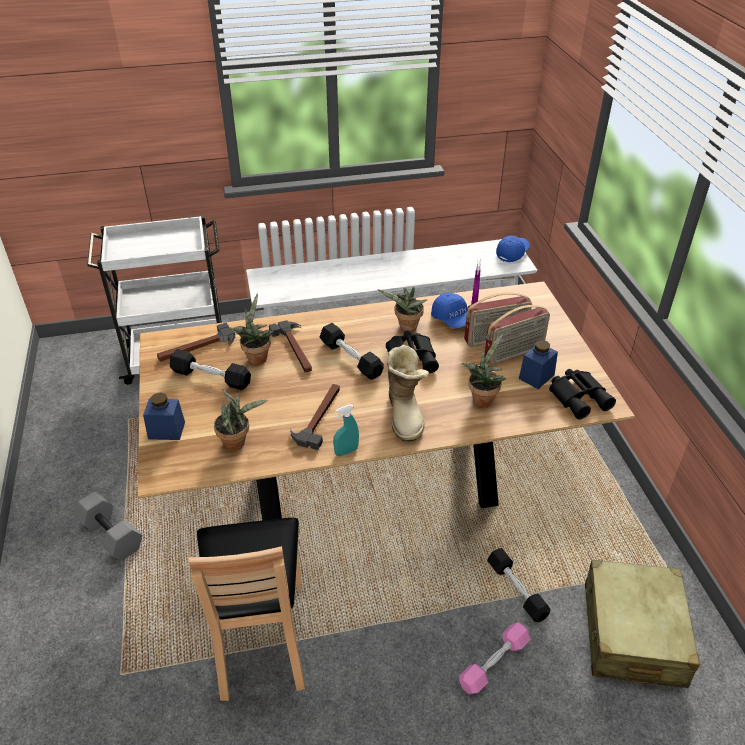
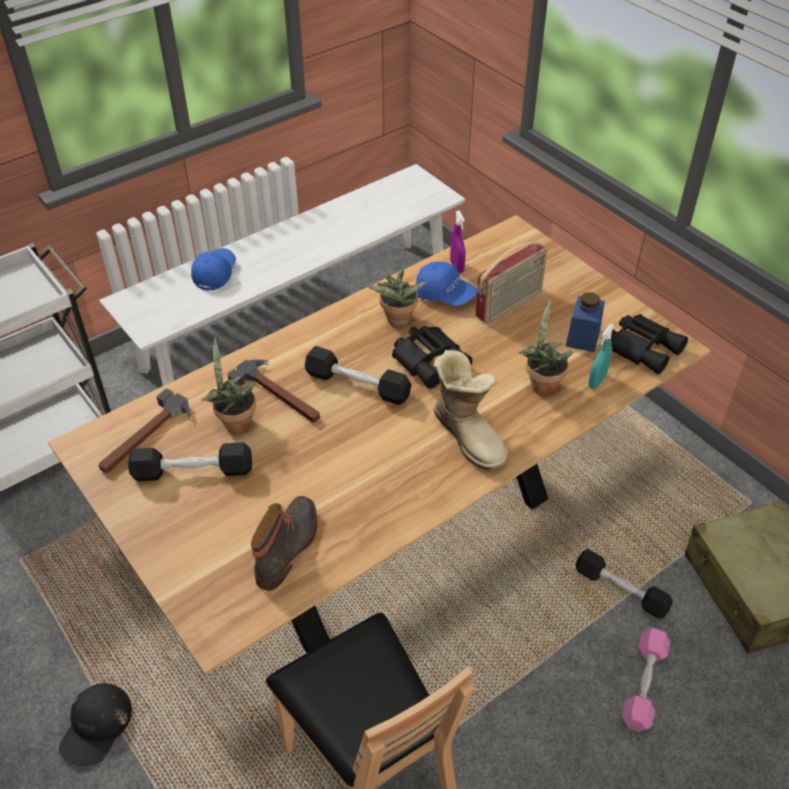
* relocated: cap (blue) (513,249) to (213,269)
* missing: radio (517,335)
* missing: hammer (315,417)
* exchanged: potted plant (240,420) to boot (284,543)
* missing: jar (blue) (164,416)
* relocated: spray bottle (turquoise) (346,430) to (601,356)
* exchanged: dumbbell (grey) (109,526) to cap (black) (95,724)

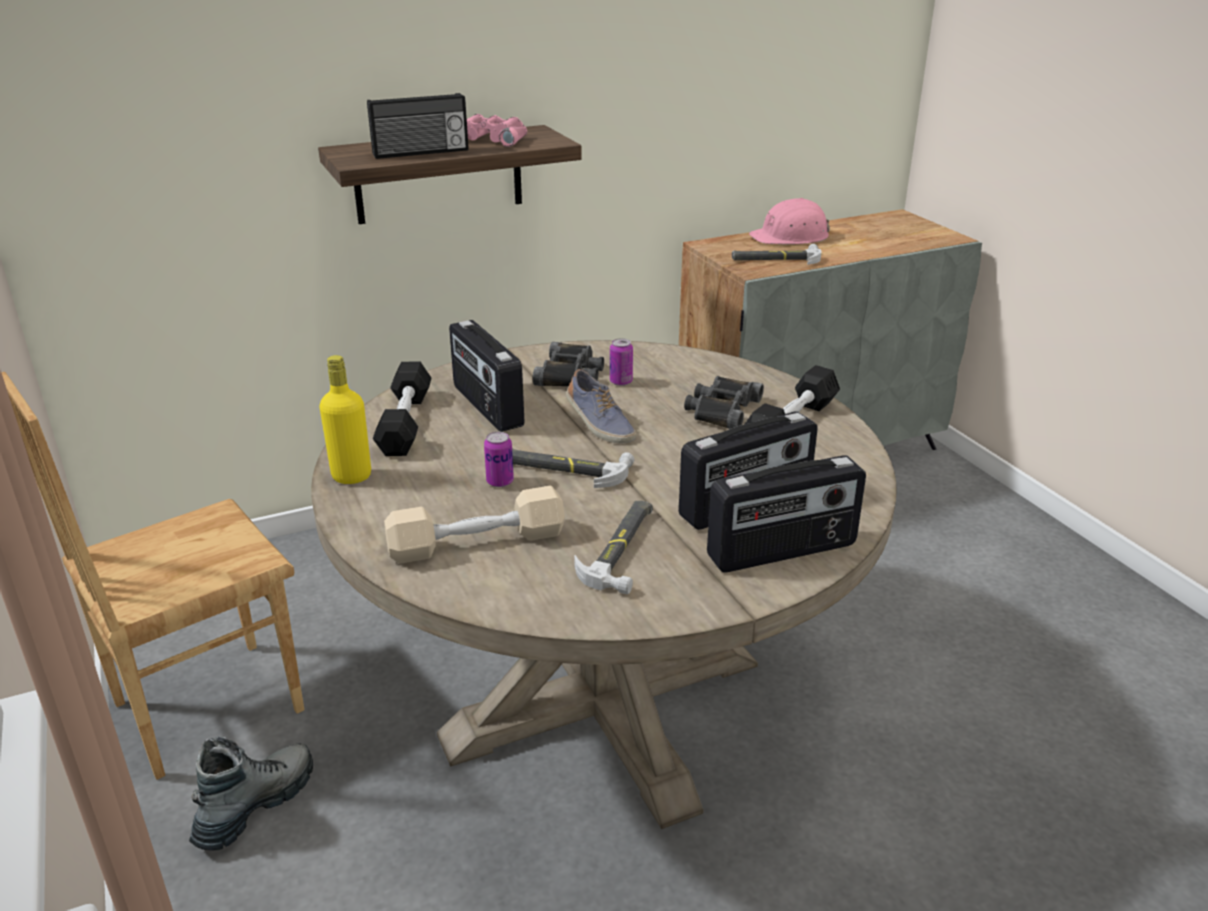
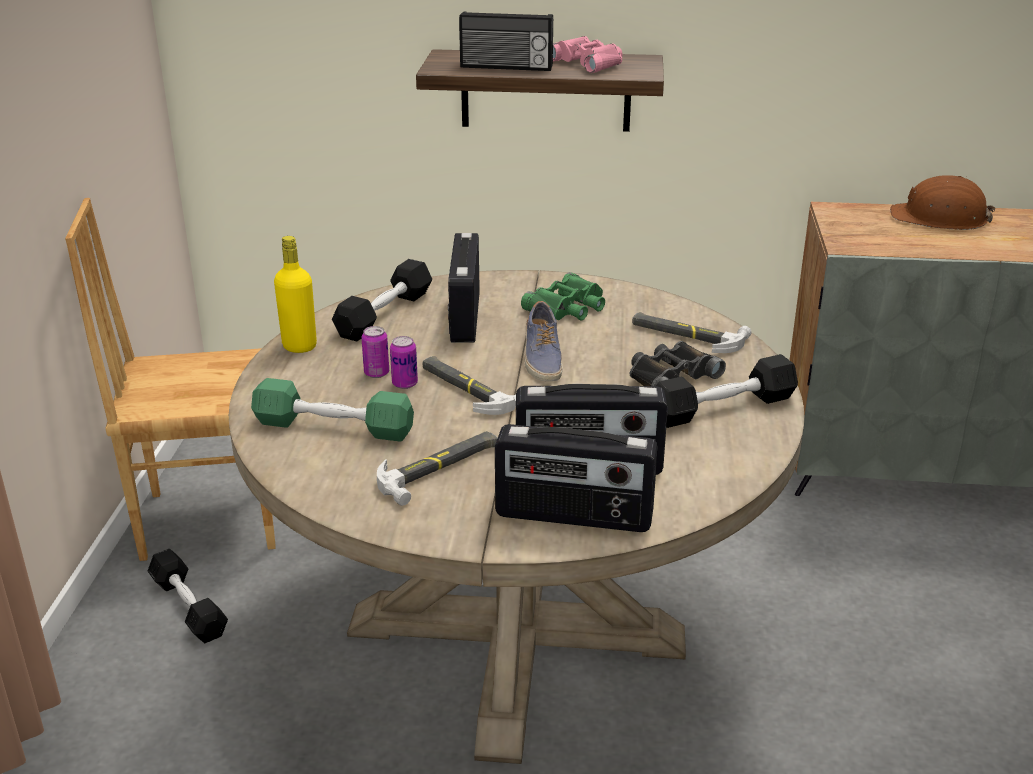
* colour: hard hat (pink) (789,221) to hard hat (brown) (943,202)
* relocated: hammer (776,254) to (691,332)
* relocated: can (621,362) to (375,352)
* colour: binoculars (black) (568,364) to binoculars (green) (563,296)
* colour: dumbbell (beige) (474,524) to dumbbell (green) (332,410)
* exchanged: boot (251,793) to dumbbell (black) (188,596)

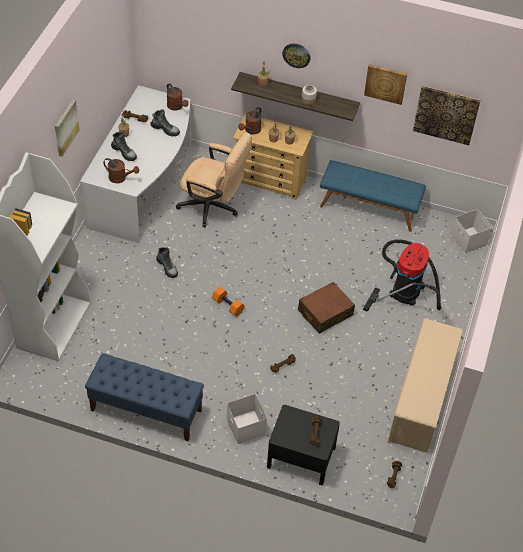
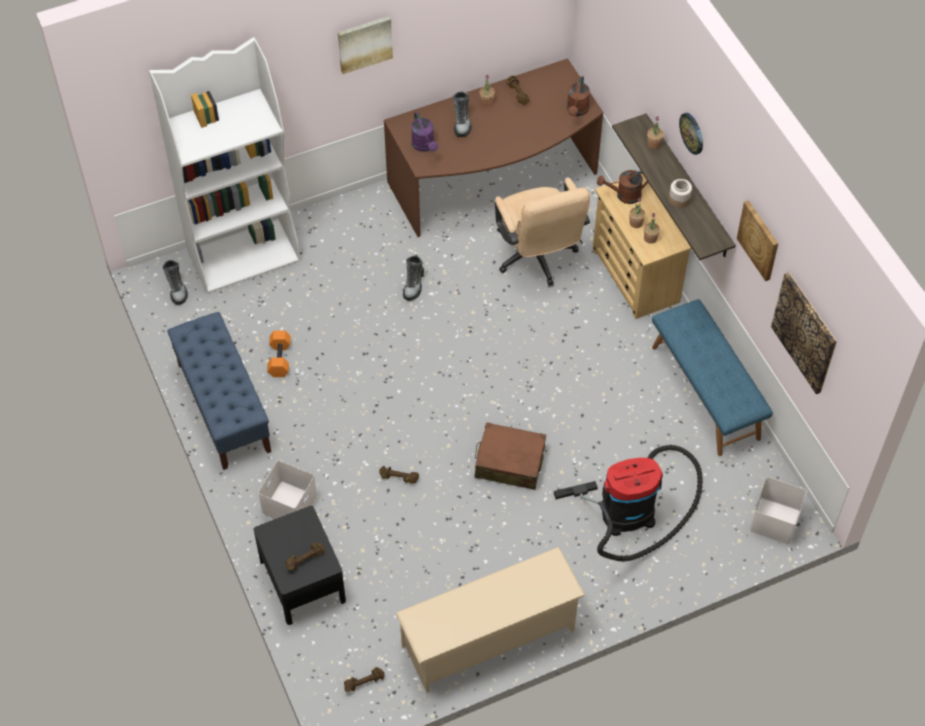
* colour: desk (white) (135,164) to desk (brown) (493,147)
* relocated: boot (165,122) to (175,282)
* colour: watering can (brown) (121,170) to watering can (purple) (424,132)
* relocated: dumbbell (orange) (228,302) to (279,353)

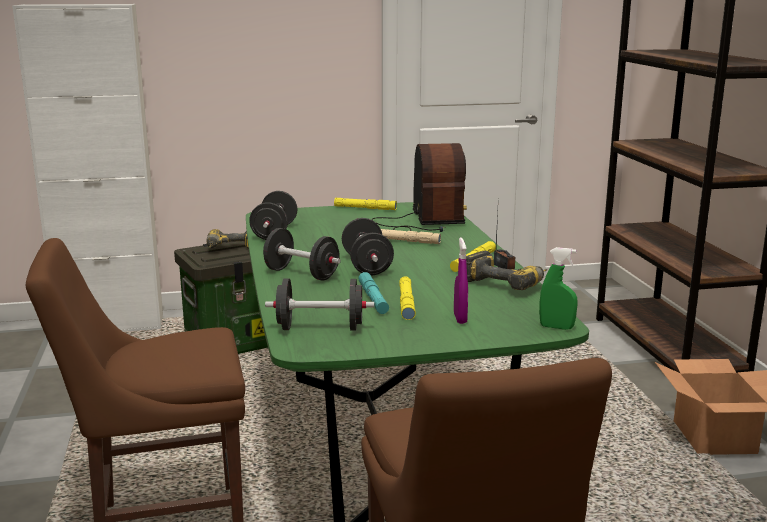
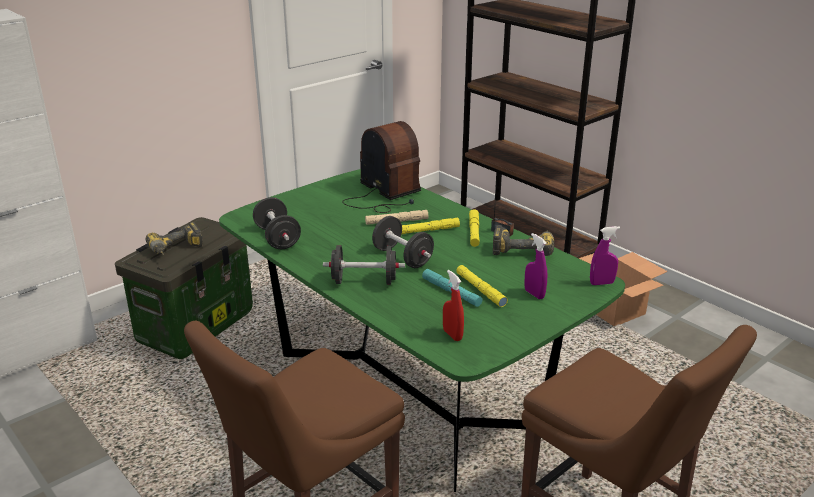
* relocated: flashlight (yellow) (365,204) to (431,225)
* colour: spray bottle (green) (558,288) to spray bottle (purple) (605,255)
* exchanged: dumbbell (black) (319,304) to spray bottle (red) (453,305)

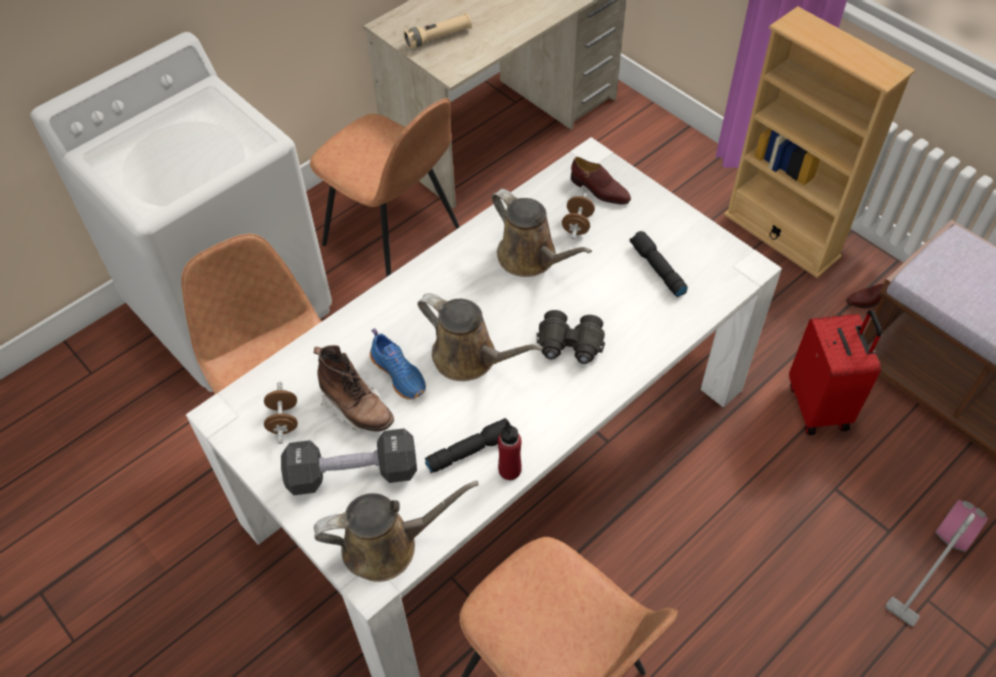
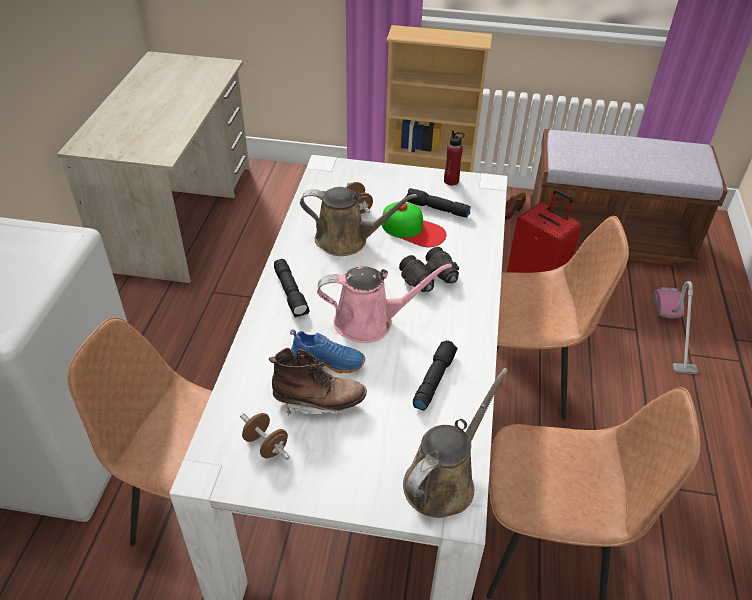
* missing: flashlight (beige) (438,31)
* relocated: chair (brown) (385,187) to (563,318)
* missing: shoe (brown) (601,180)
* colour: watering can (brown) (480,337) to watering can (pink) (384,303)
* relocated: bottle (red) (510,450) to (454,157)
* missing: dumbbell (black) (349,461)
* appeared: cap (414,224)
* appeared: flashlight (black) (292,288)

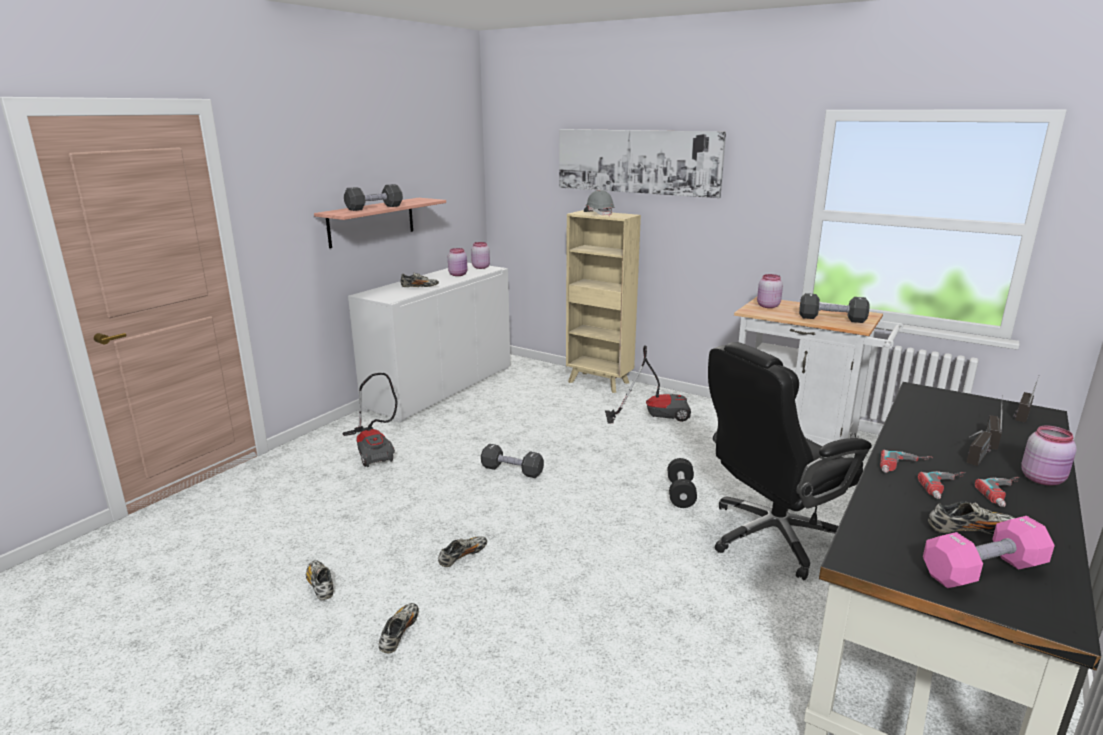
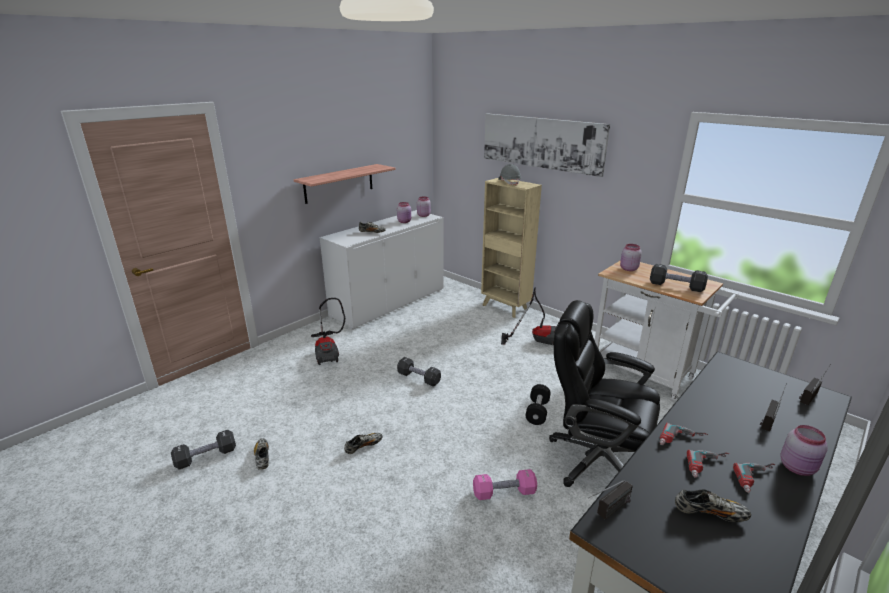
* relocated: dumbbell (black) (373,197) to (203,450)
* spun: office chair (black) (790,461) = (604,393) 45 degrees clockwise
* relocated: radio (979,448) to (610,500)
* relocated: dumbbell (pink) (989,552) to (505,484)
* missing: shoe (399,628)

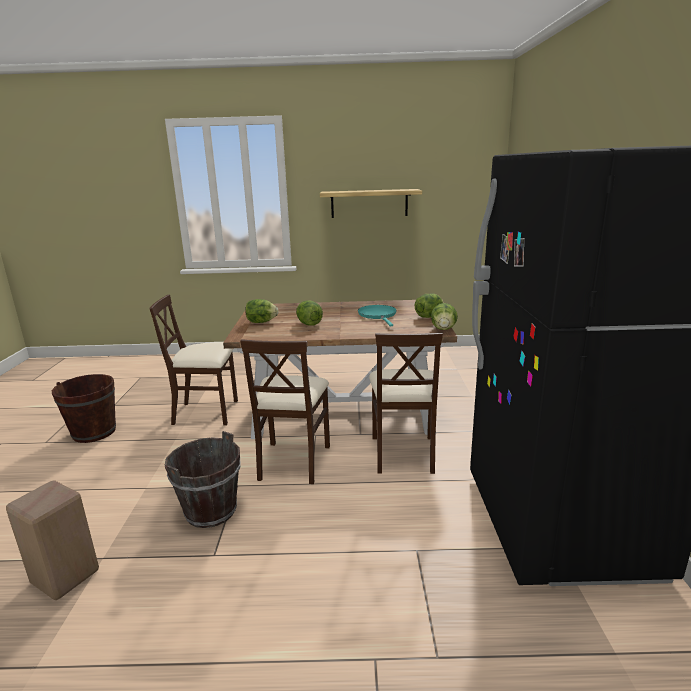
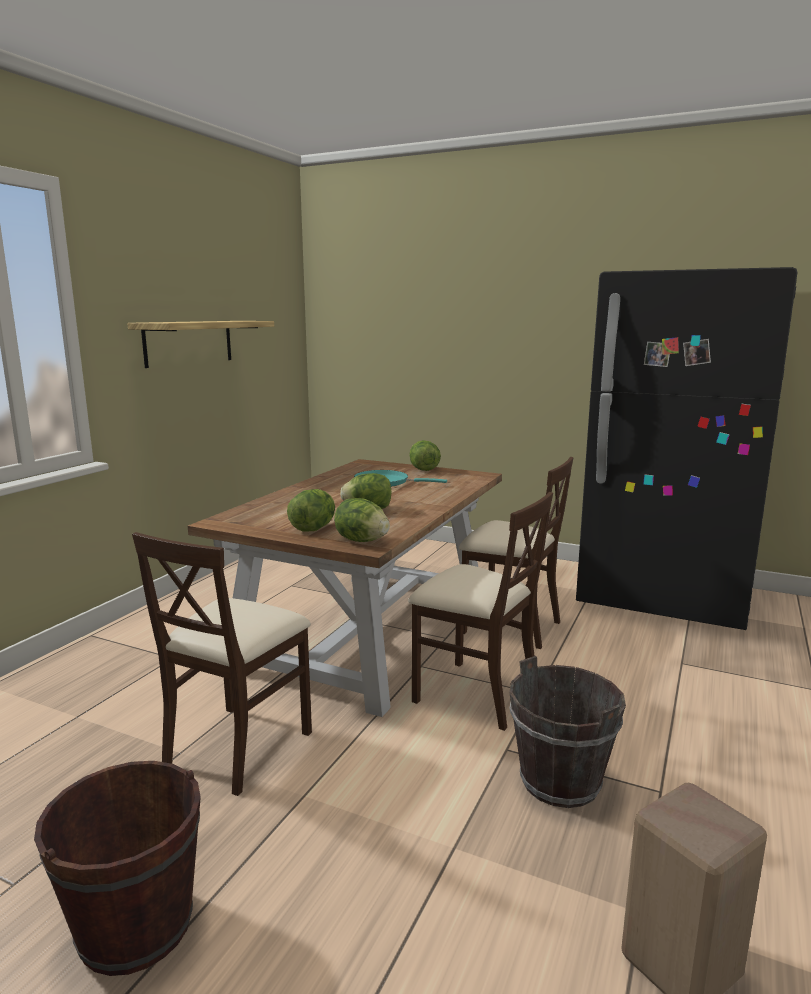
* relocated: lettuce (444,316) to (362,520)

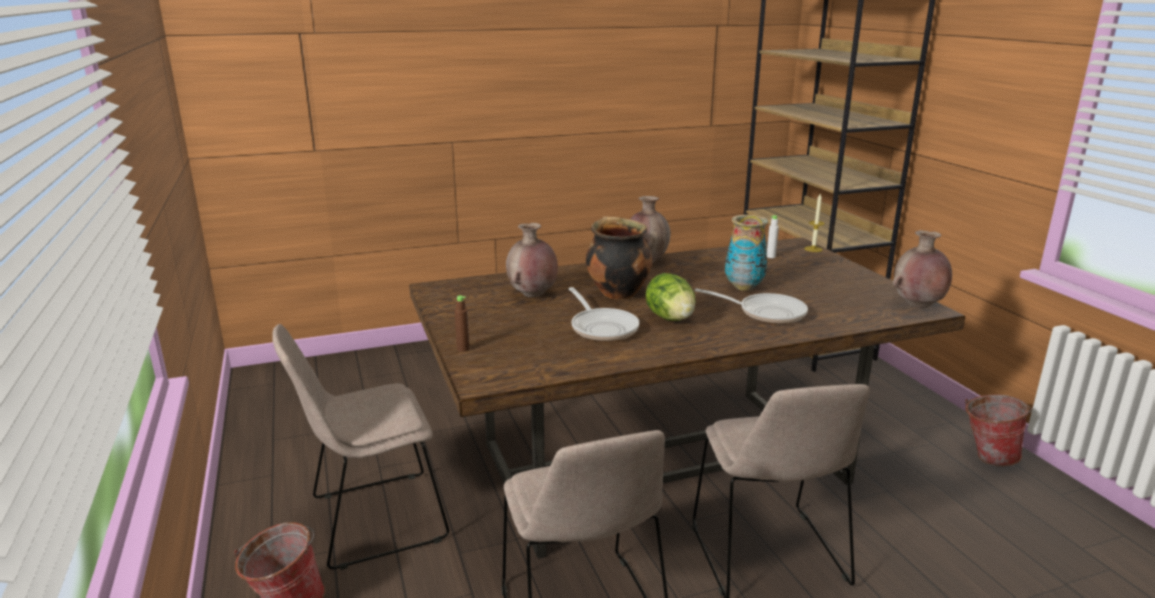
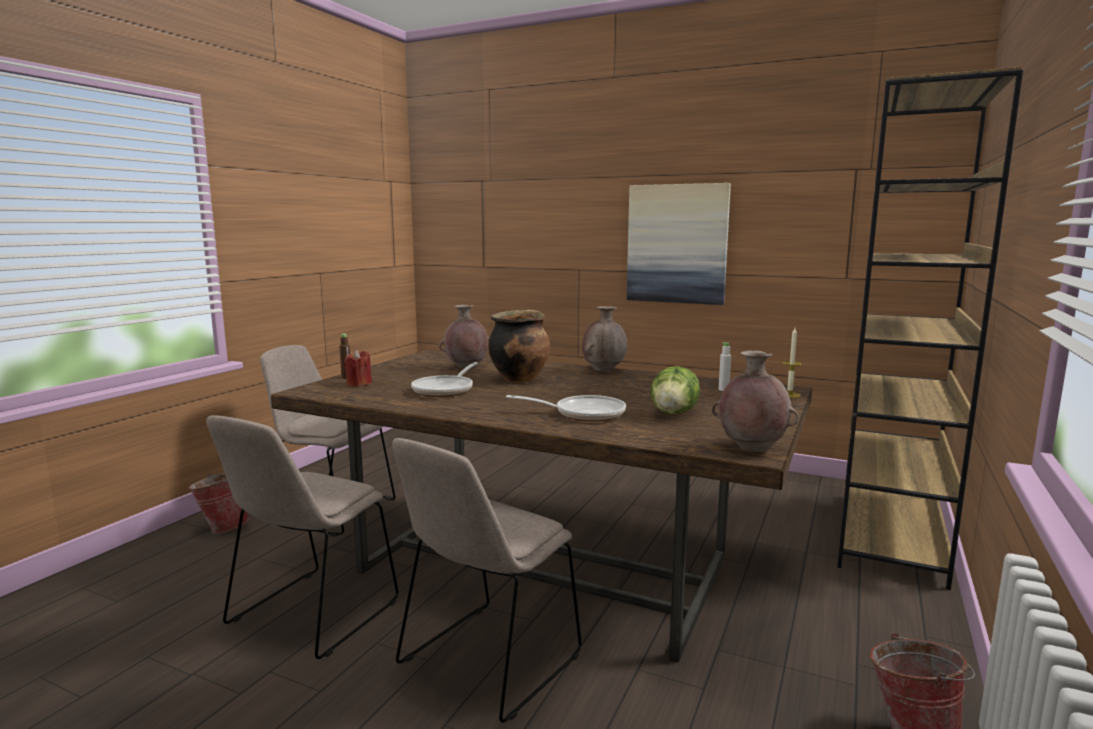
* missing: vase (746,253)
* relocated: lettuce (671,297) to (675,390)
* spun: frying pan (751,306) = (566,408) 60 degrees counterclockwise
* appeared: picture (679,244)
* appeared: candle (red) (358,368)

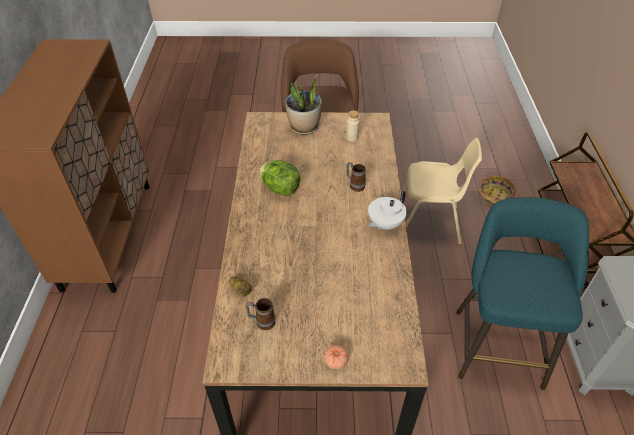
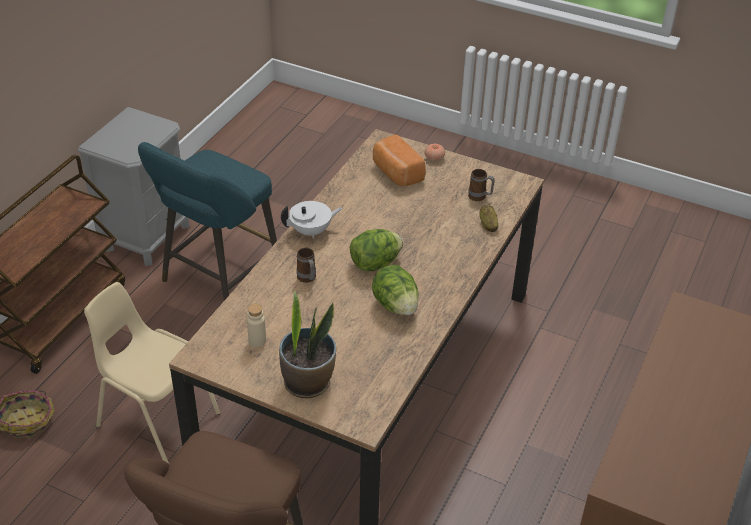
* appeared: bread (399,160)
* appeared: lettuce (376,250)

